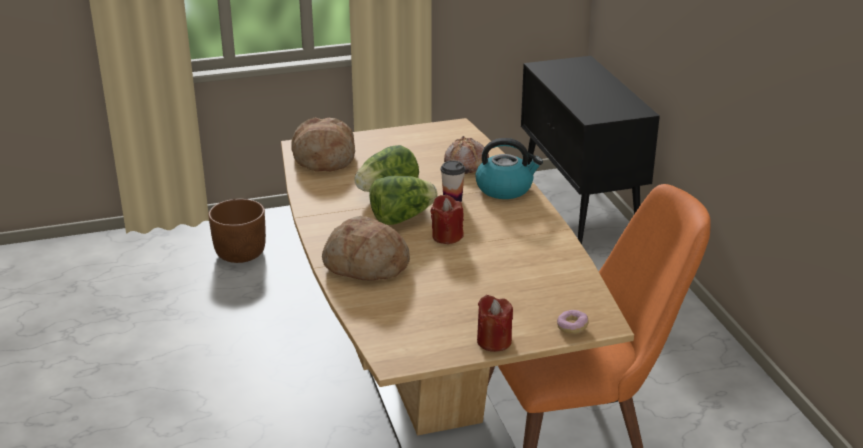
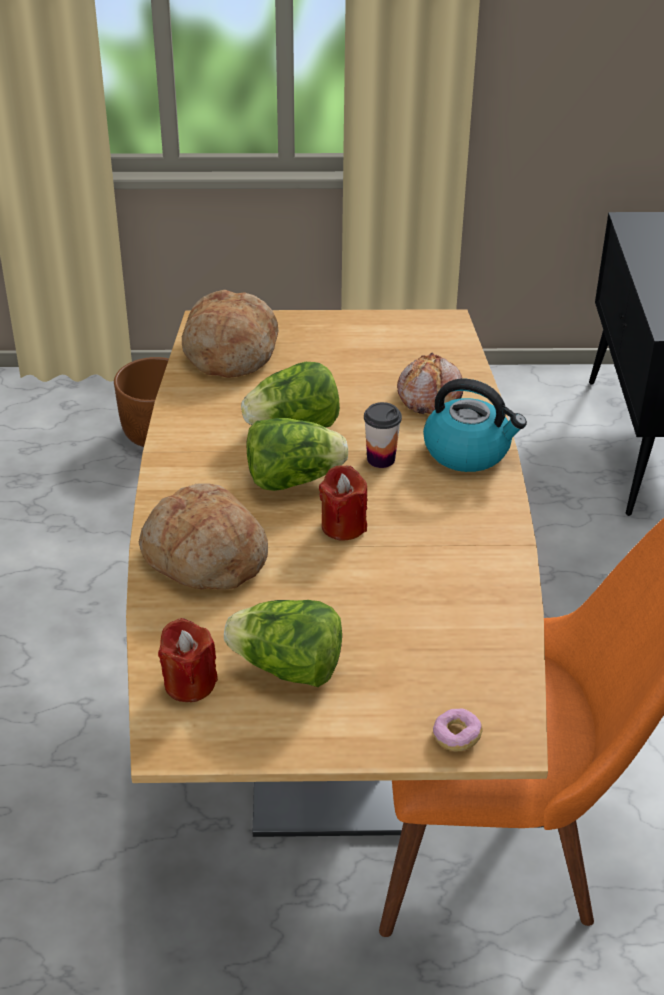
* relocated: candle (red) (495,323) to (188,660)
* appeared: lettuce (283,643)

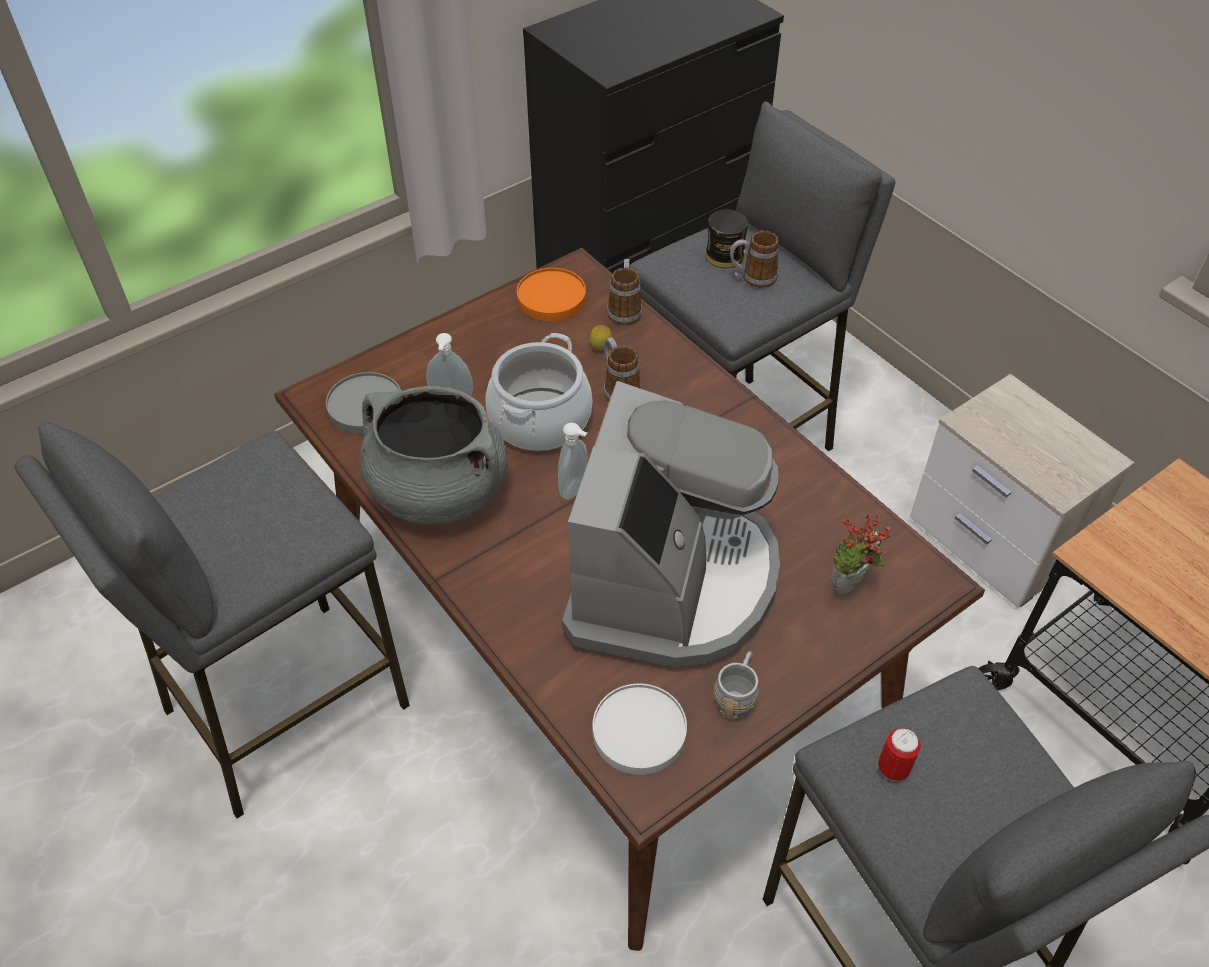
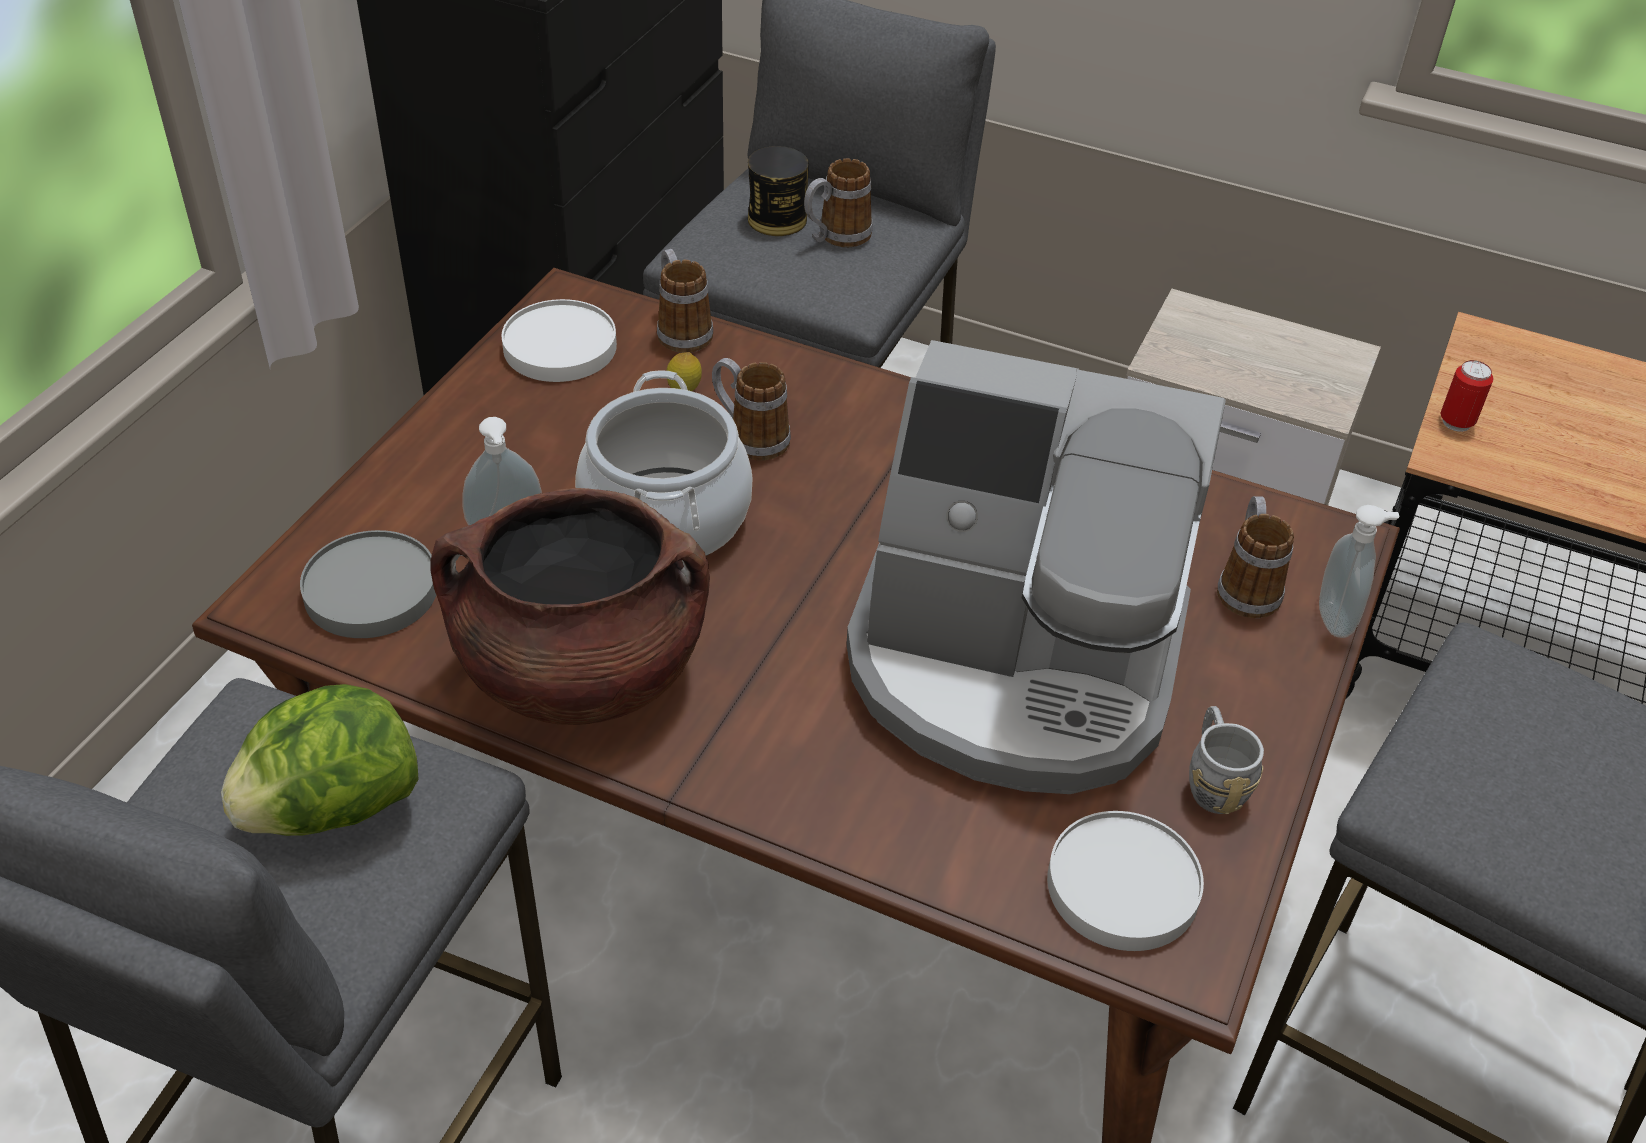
* colour: plate (orange) (551,294) to plate (white) (559,340)
* spun: coffee machine (671,524) = (1036,567) 120 degrees clockwise
* colour: cooking pot (grey) (433,455) to cooking pot (brown) (570,606)
* relocated: soap dispenser (572,460) to (1359,571)
* exchanged: potted plant (862,554) to mug (1255,557)
* relocated: can (899,754) to (1467,396)
* appeared: lettuce (320,760)

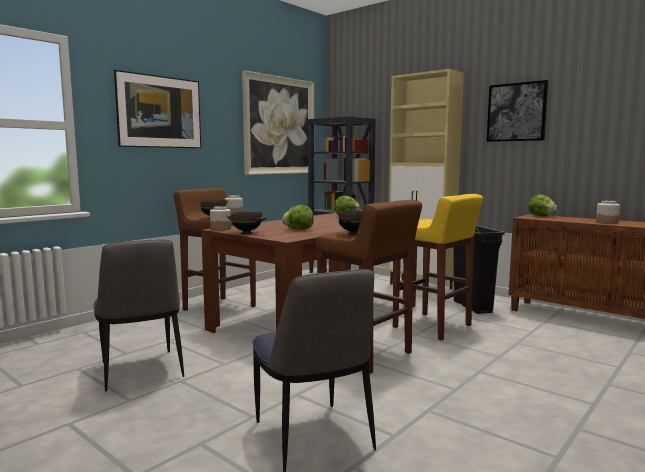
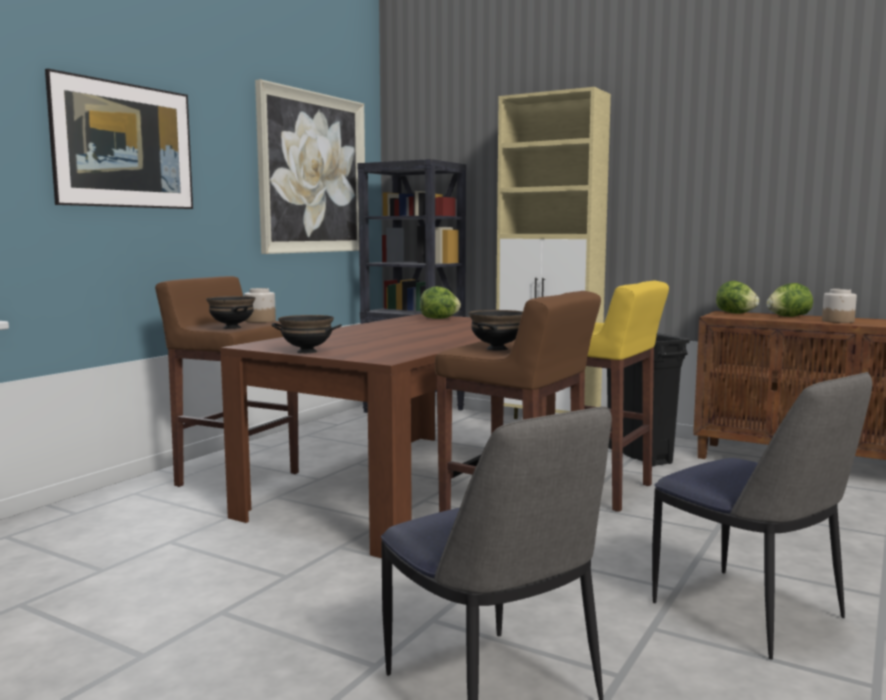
* missing: picture (517,111)
* relocated: lettuce (298,217) to (790,300)
* missing: jar (220,218)
* relocated: chair (139,315) to (762,516)

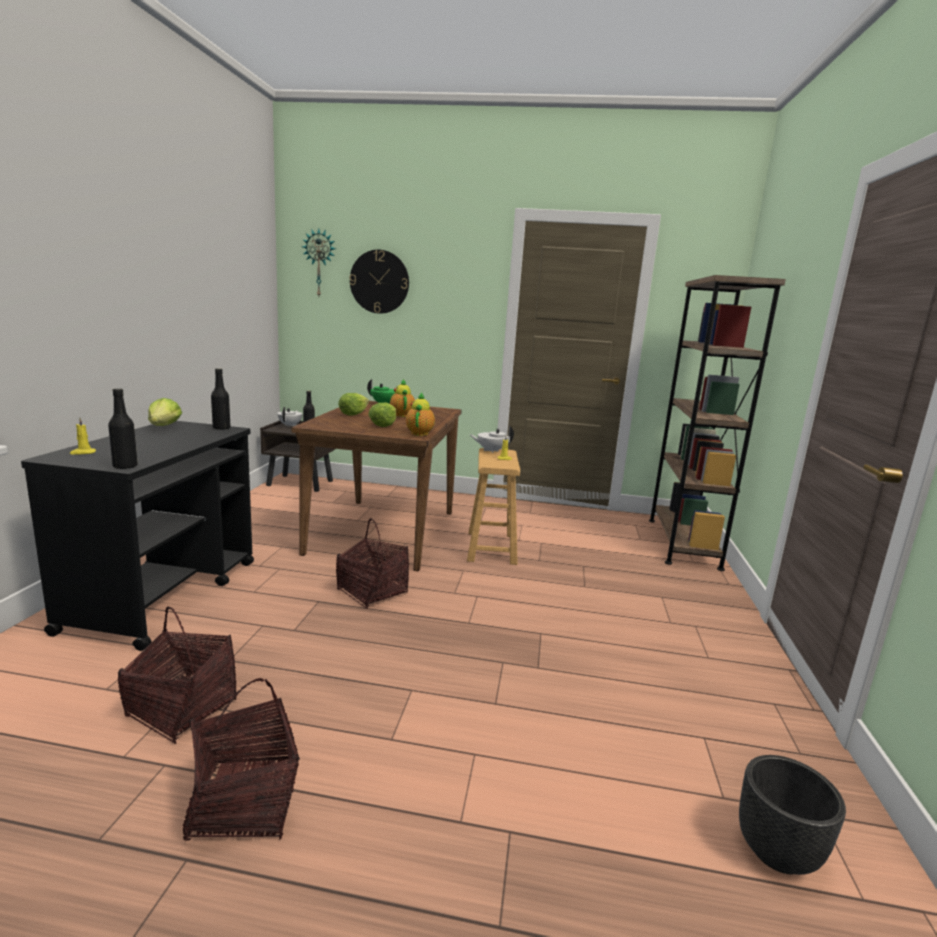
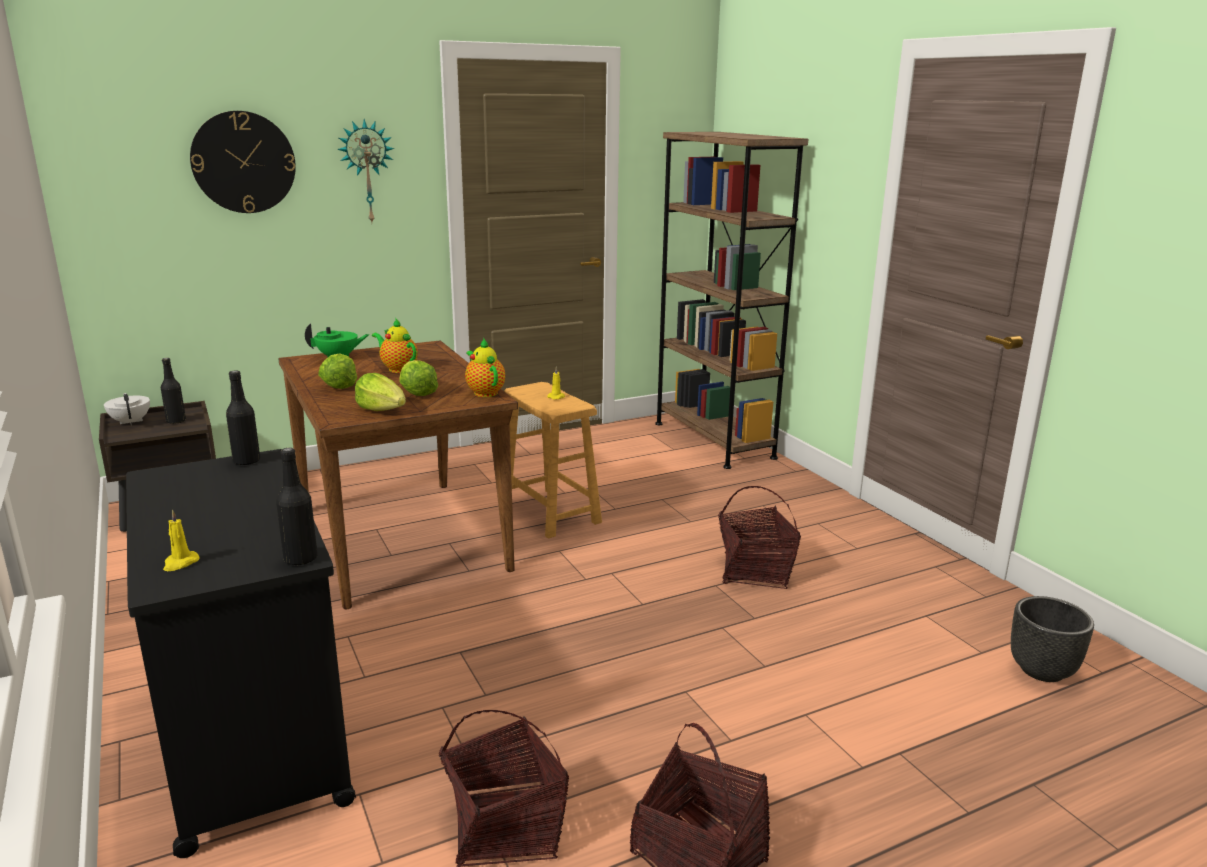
* relocated: wall clock (319,262) to (365,170)
* relocated: lettuce (165,412) to (380,392)
* missing: teapot (white) (492,439)
* relocated: basket (372,563) to (759,537)

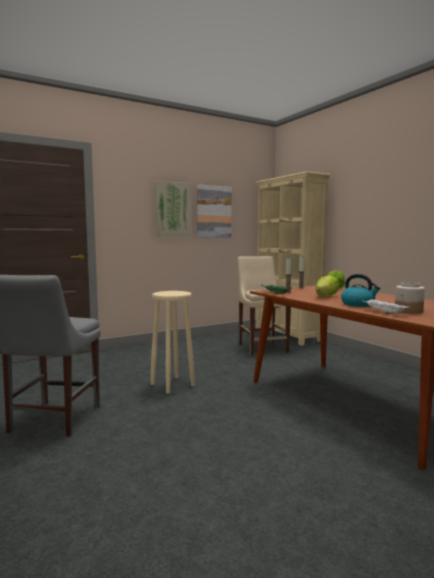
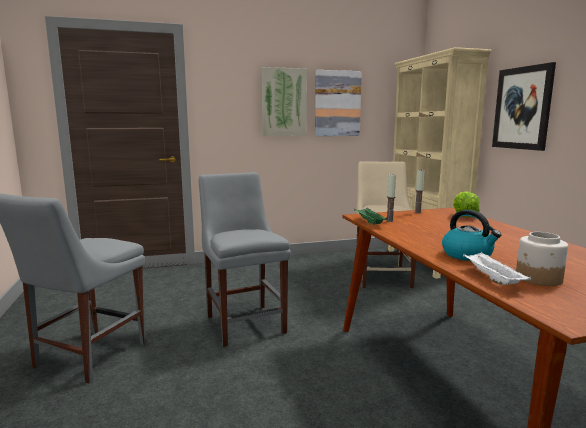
* missing: lettuce (328,286)
* exchanged: stool (beige) (172,342) to chair (grey) (245,259)
* appeared: picture (524,106)

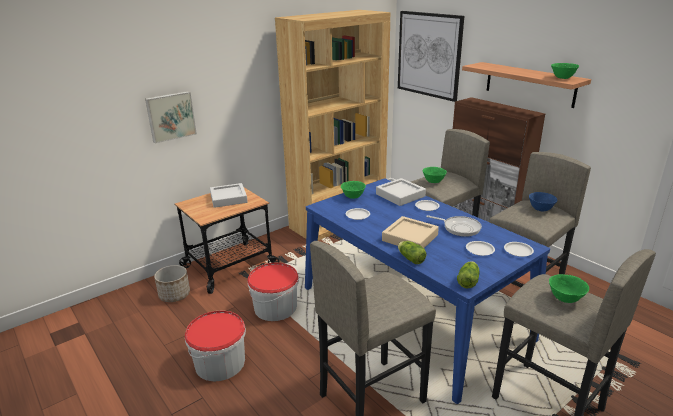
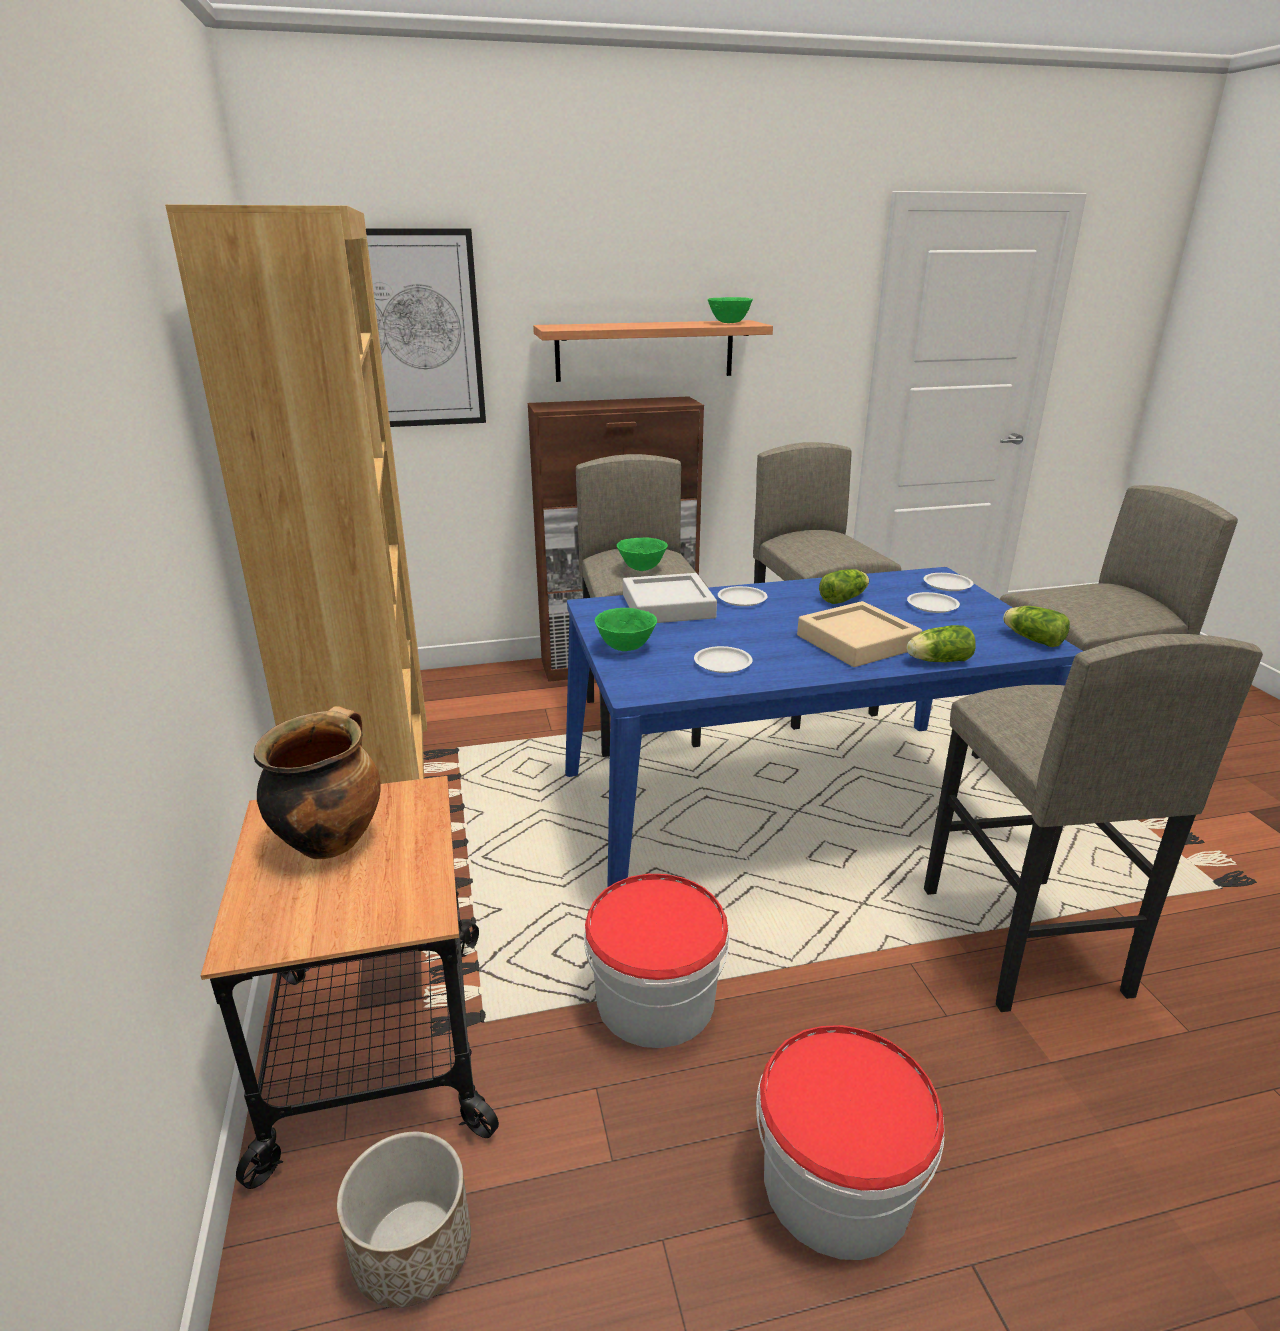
* missing: picture (171,117)
* exchanged: tray (grey) (229,195) to cooking pot (317,782)
* missing: bowl (blue) (543,202)
* exchanged: frying pan (454,226) to lettuce (844,586)
* missing: bowl (green) (569,288)

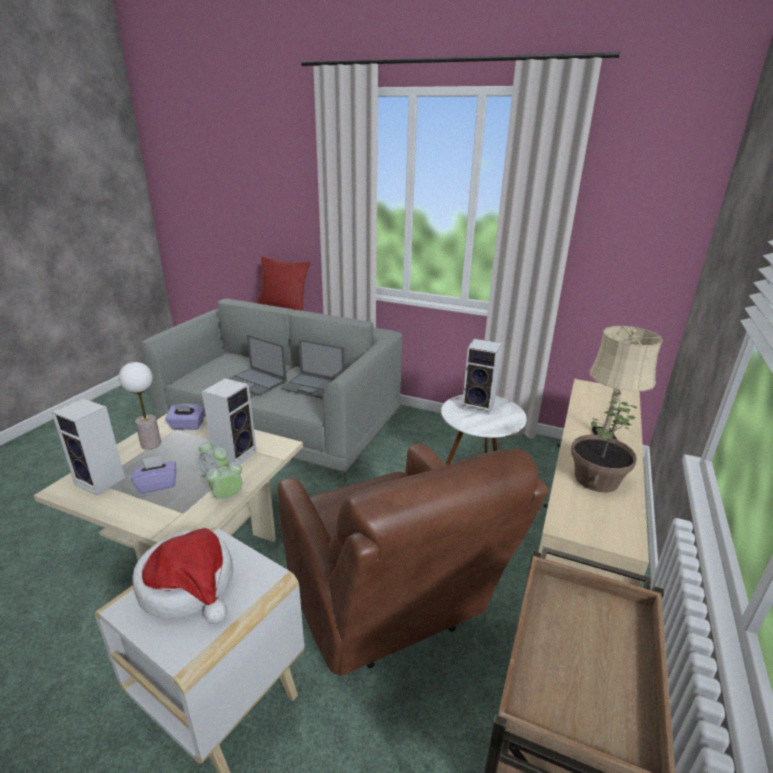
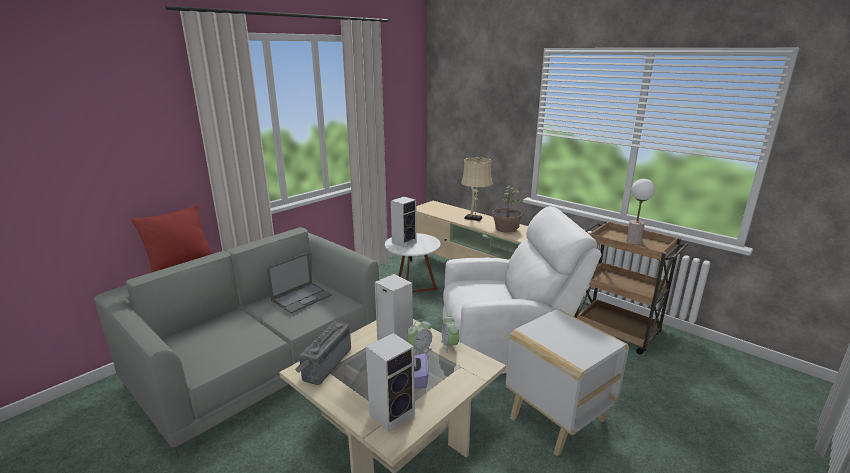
* missing: laptop (257,365)
* relocated: table lamp (140,406) to (640,212)
* exchanged: tissue box (purple) (185,417) to radio (323,353)
* colour: armchair (brown) (413,560) to armchair (white) (522,289)
* missing: hat (182,576)

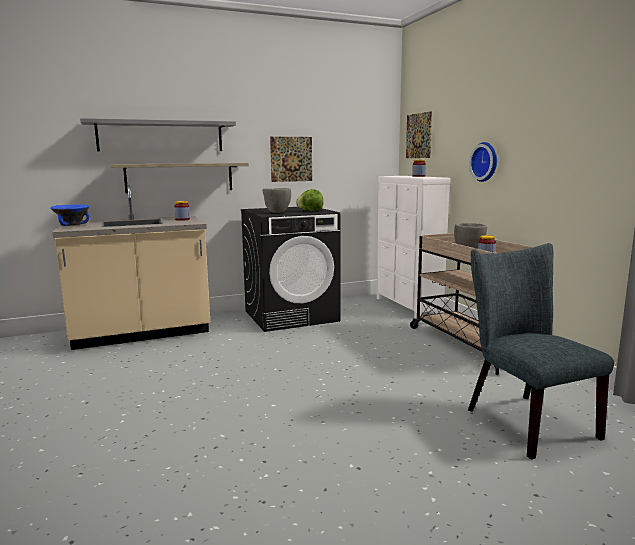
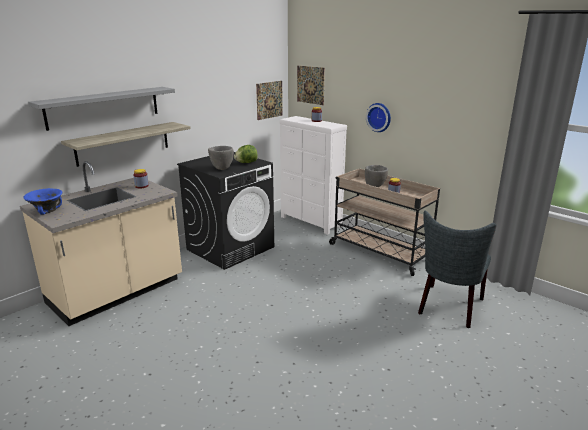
* relocated: picture (291,159) to (269,100)
* spun: chair (grey) (541,351) = (457,269) 105 degrees counterclockwise

